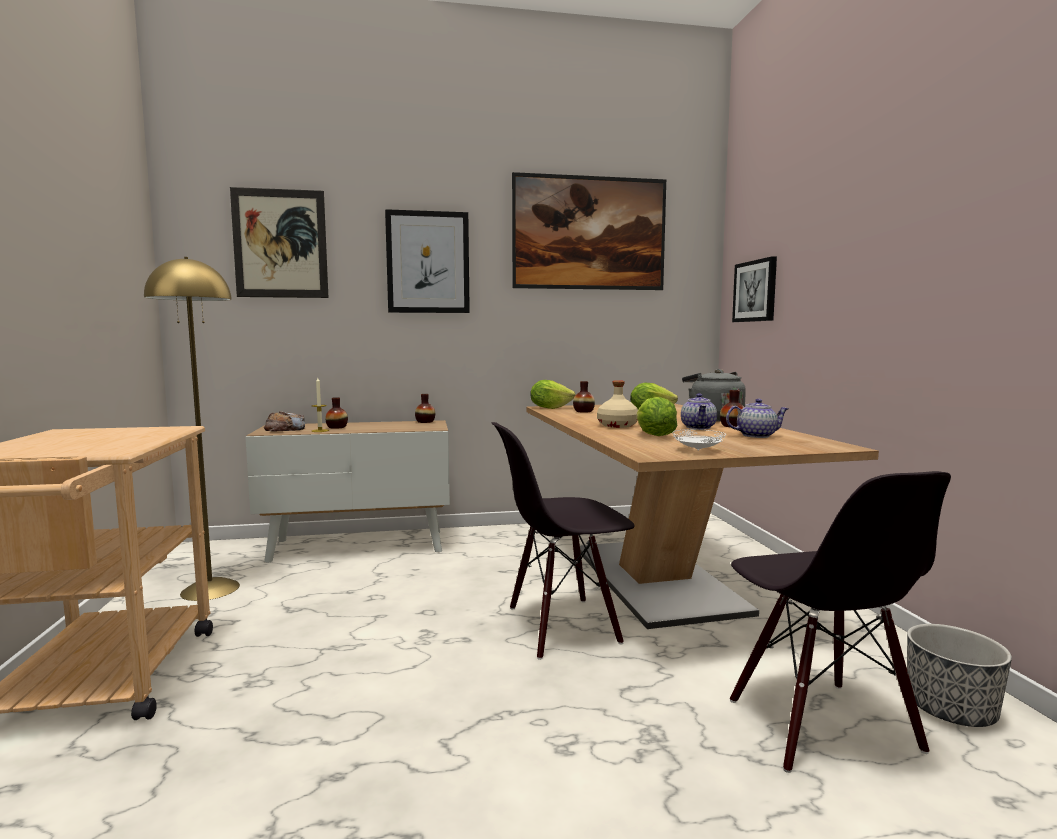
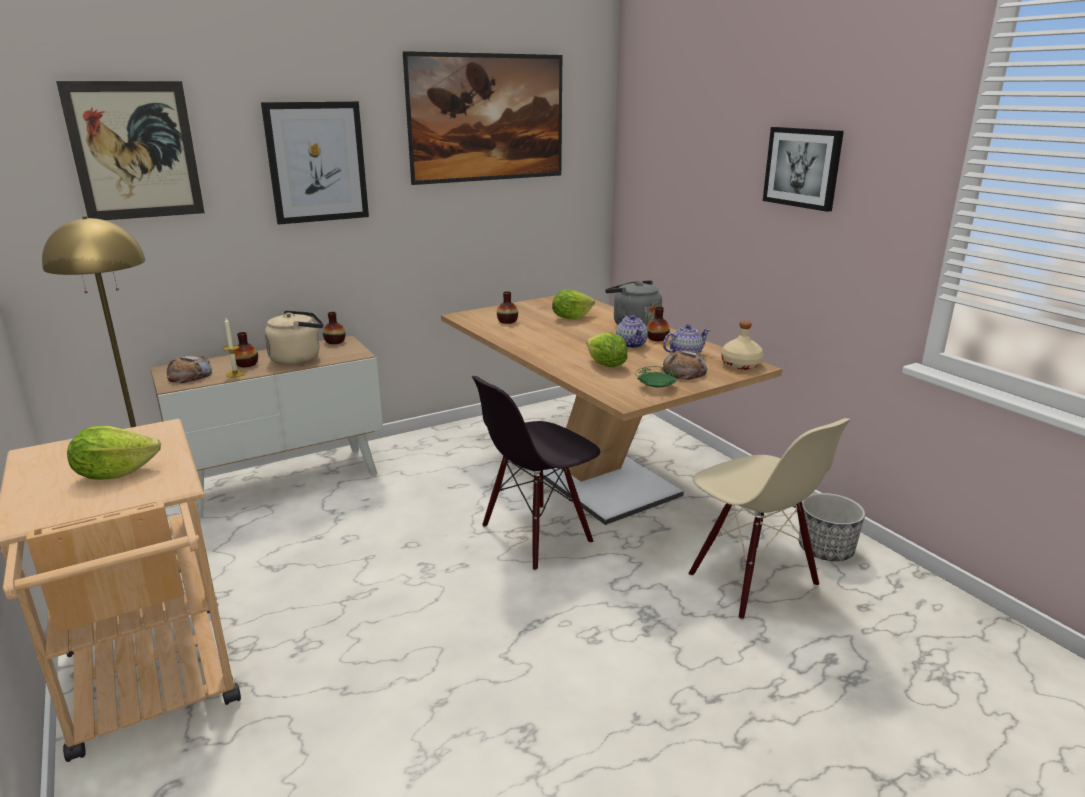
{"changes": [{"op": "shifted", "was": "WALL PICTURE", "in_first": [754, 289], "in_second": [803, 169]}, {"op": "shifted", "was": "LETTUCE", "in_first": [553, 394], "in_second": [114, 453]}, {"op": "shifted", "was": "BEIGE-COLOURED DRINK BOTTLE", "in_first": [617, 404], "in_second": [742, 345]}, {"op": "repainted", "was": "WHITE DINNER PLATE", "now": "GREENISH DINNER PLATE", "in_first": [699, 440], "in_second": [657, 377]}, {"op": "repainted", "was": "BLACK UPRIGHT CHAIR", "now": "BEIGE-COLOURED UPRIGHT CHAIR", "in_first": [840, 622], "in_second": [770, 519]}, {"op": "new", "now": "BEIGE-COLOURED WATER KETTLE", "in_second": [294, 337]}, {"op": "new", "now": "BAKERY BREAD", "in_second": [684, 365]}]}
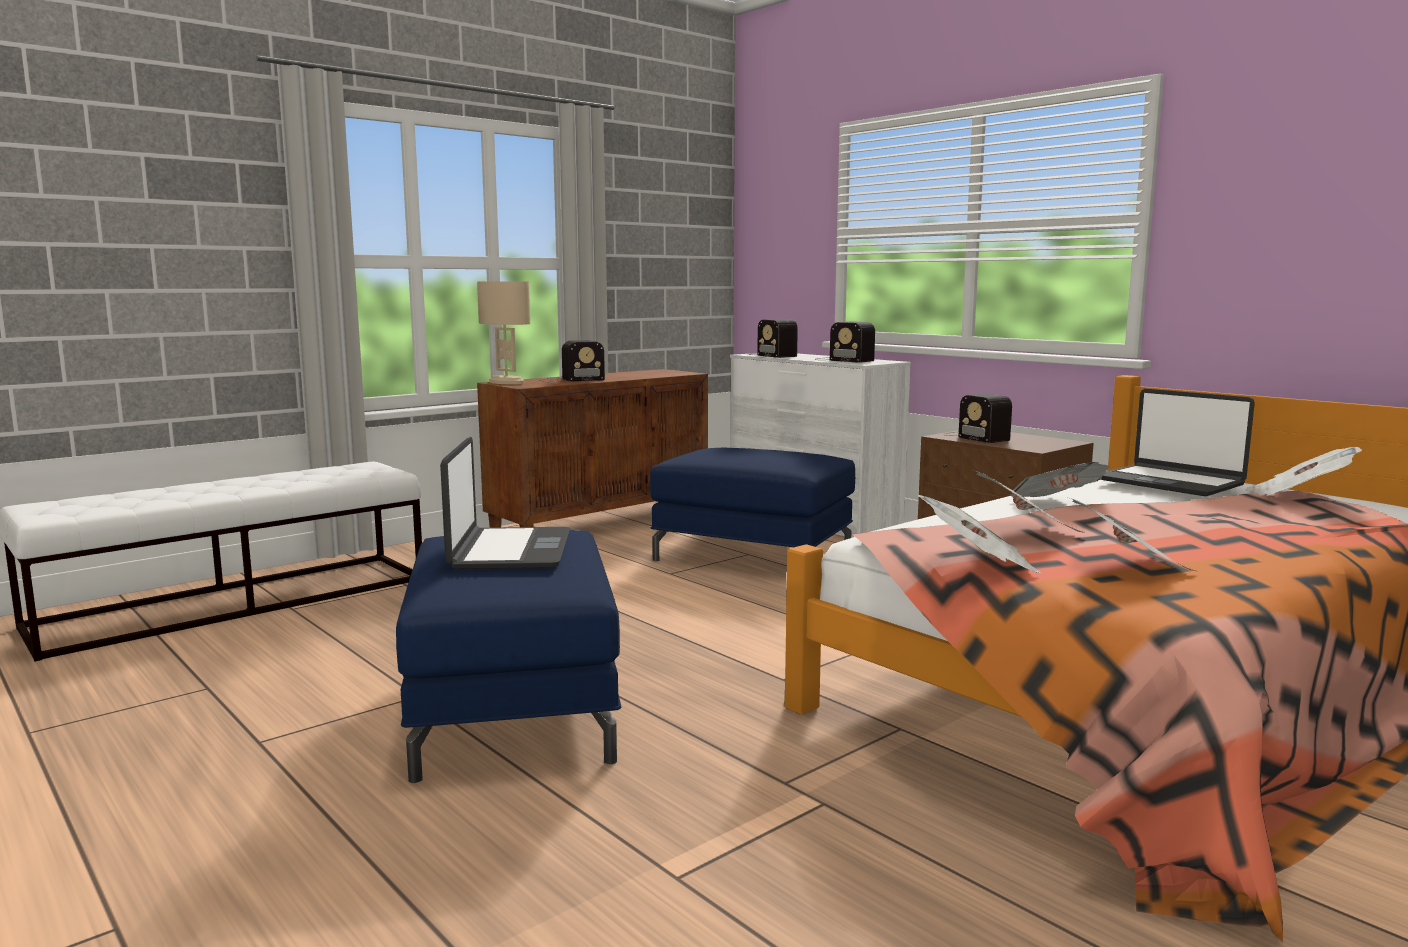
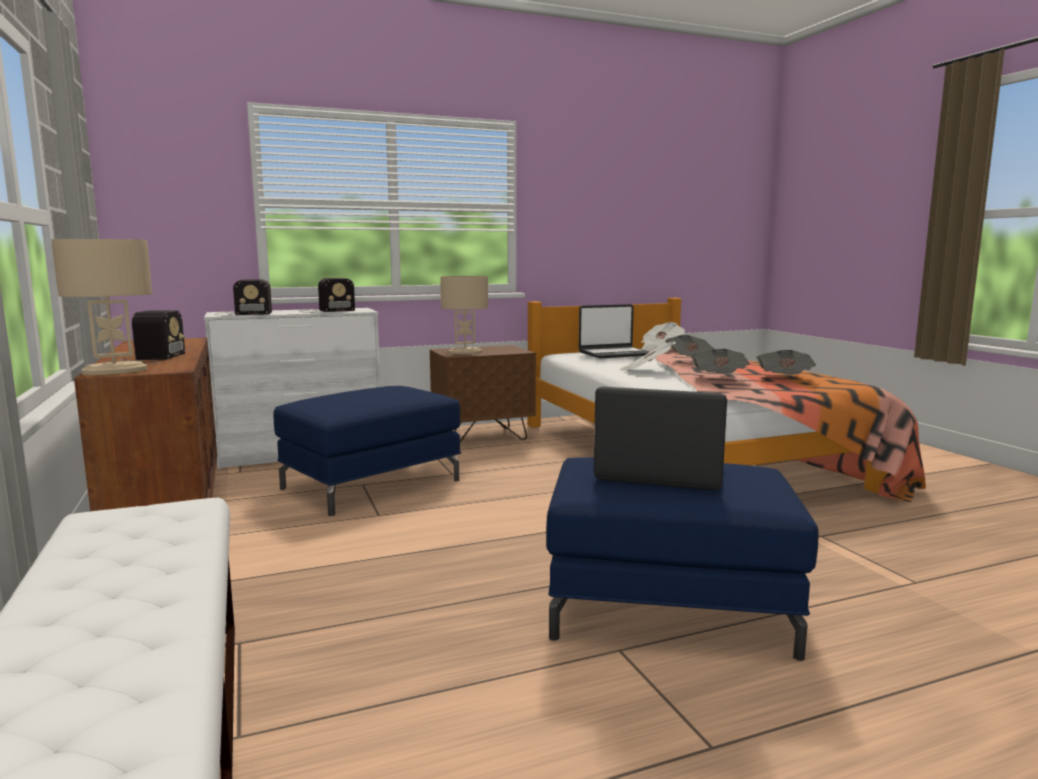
{"changes": [{"op": "swapped", "was": "RADIO", "now": "BEIGE-COLOURED LAMP FOR A TABLE", "in_first": [977, 418], "in_second": [464, 315]}, {"op": "shifted", "was": "DAILY PAPER", "in_first": [979, 534], "in_second": [690, 346]}]}
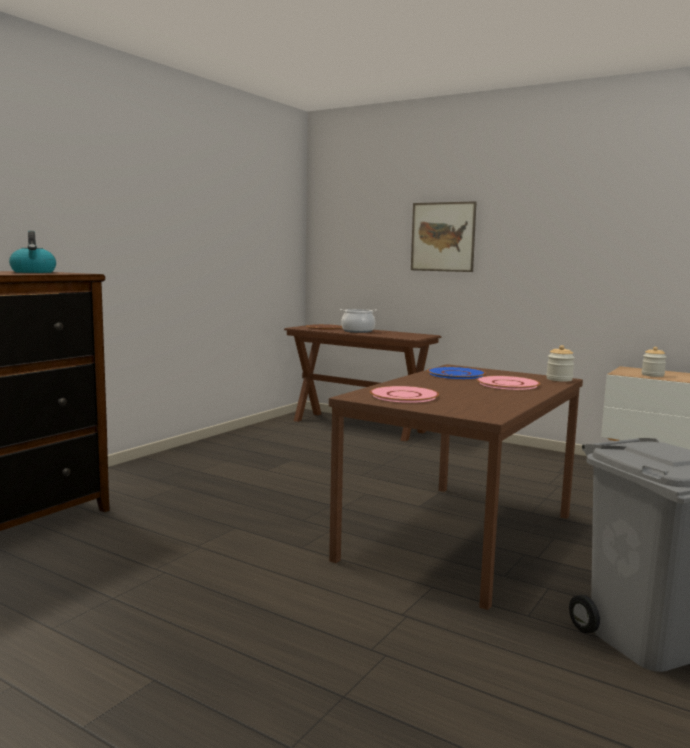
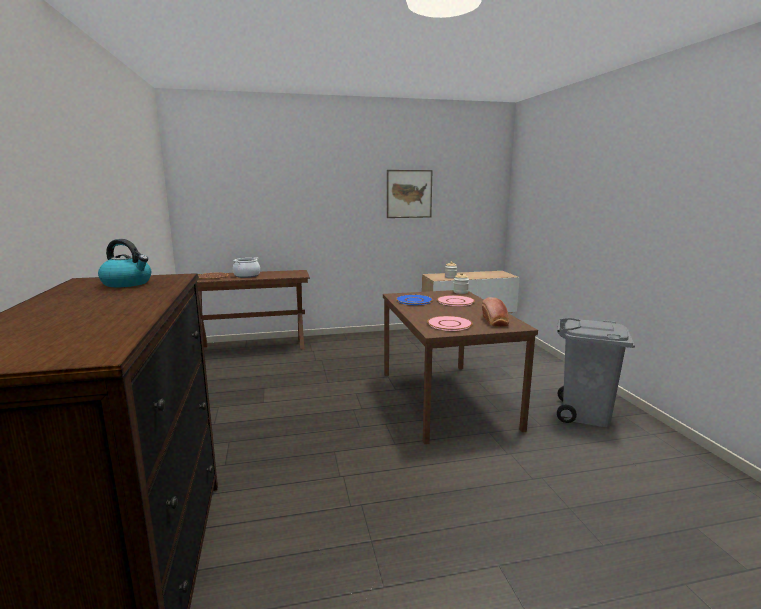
{"changes": [{"op": "shifted", "was": "WALL PICTURE", "in_first": [444, 236], "in_second": [410, 194]}, {"op": "new", "now": "BAKERY BREAD", "in_second": [495, 312]}]}
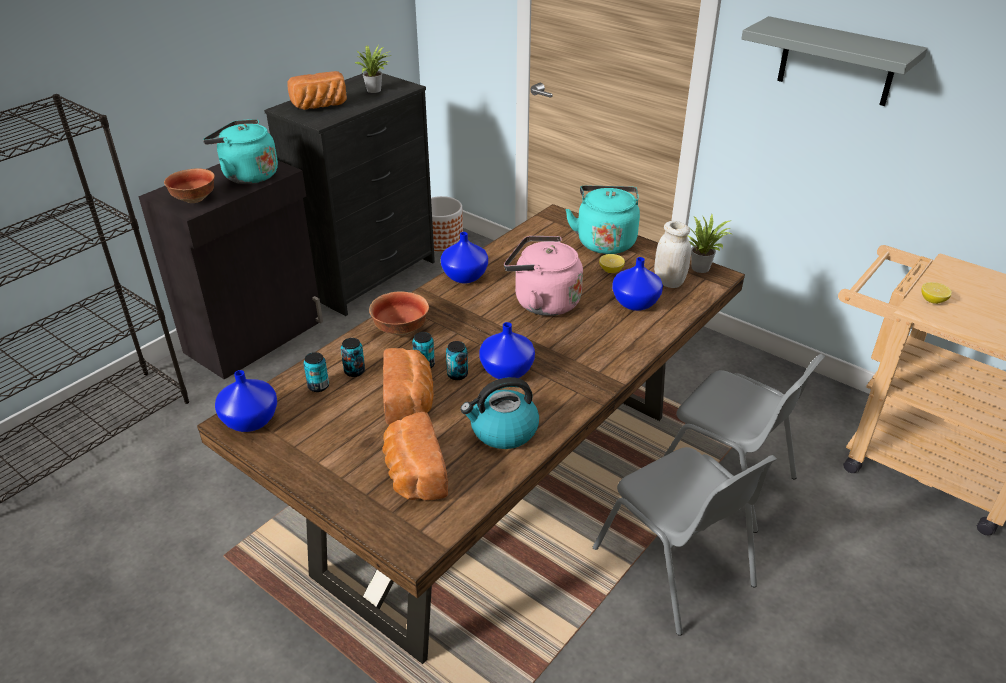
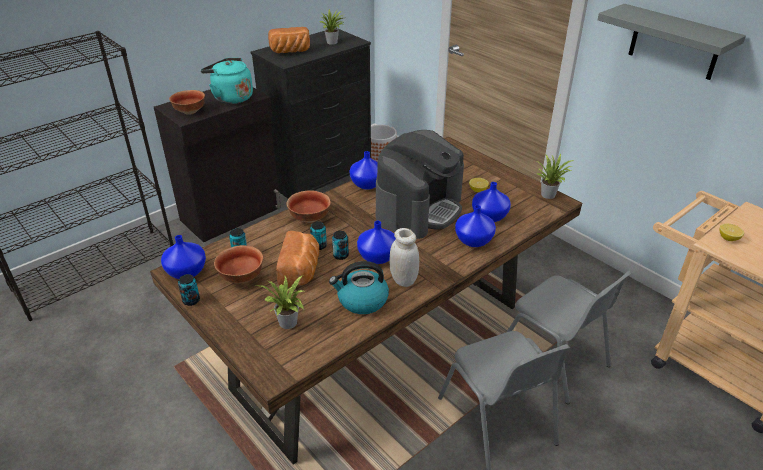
{"changes": [{"op": "gone", "was": "TURQUOISE WATER KETTLE", "in_first": [602, 220]}, {"op": "shifted", "was": "WHITE STORAGE JAR", "in_first": [672, 254], "in_second": [404, 257]}, {"op": "swapped", "was": "PINK WATER KETTLE", "now": "COFFEE MACHINE", "in_first": [543, 276], "in_second": [420, 184]}, {"op": "shifted", "was": "CAN", "in_first": [353, 357], "in_second": [189, 290]}, {"op": "swapped", "was": "BAKERY BREAD", "now": "PLANT IN A POT", "in_first": [415, 456], "in_second": [279, 302]}, {"op": "new", "now": "BLUISH DECORATIVE VASE", "in_second": [475, 226]}, {"op": "new", "now": "BOWL", "in_second": [238, 264]}]}
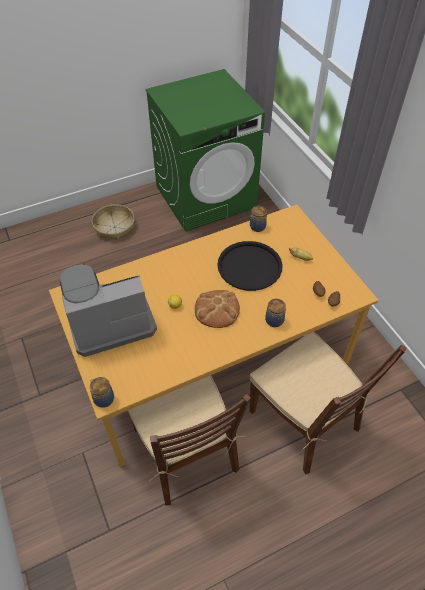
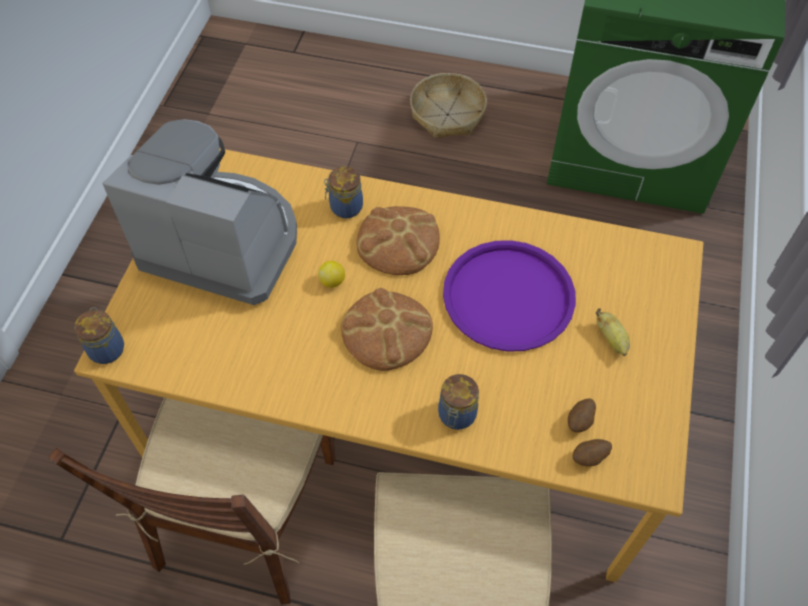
{"changes": [{"op": "shifted", "was": "STORAGE JAR", "in_first": [258, 219], "in_second": [343, 192]}, {"op": "repainted", "was": "BLACK TRAY", "now": "PURPLE-COLOURED TRAY", "in_first": [250, 266], "in_second": [509, 296]}, {"op": "new", "now": "BAKERY BREAD", "in_second": [398, 240]}]}
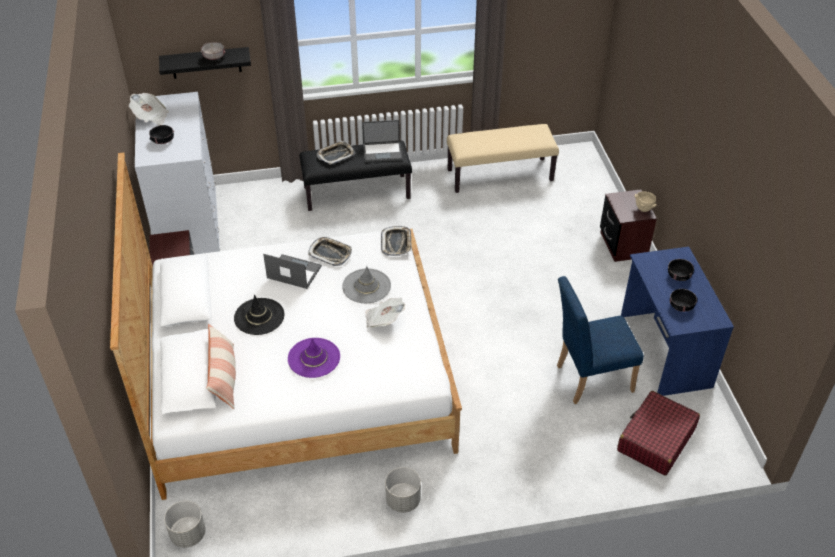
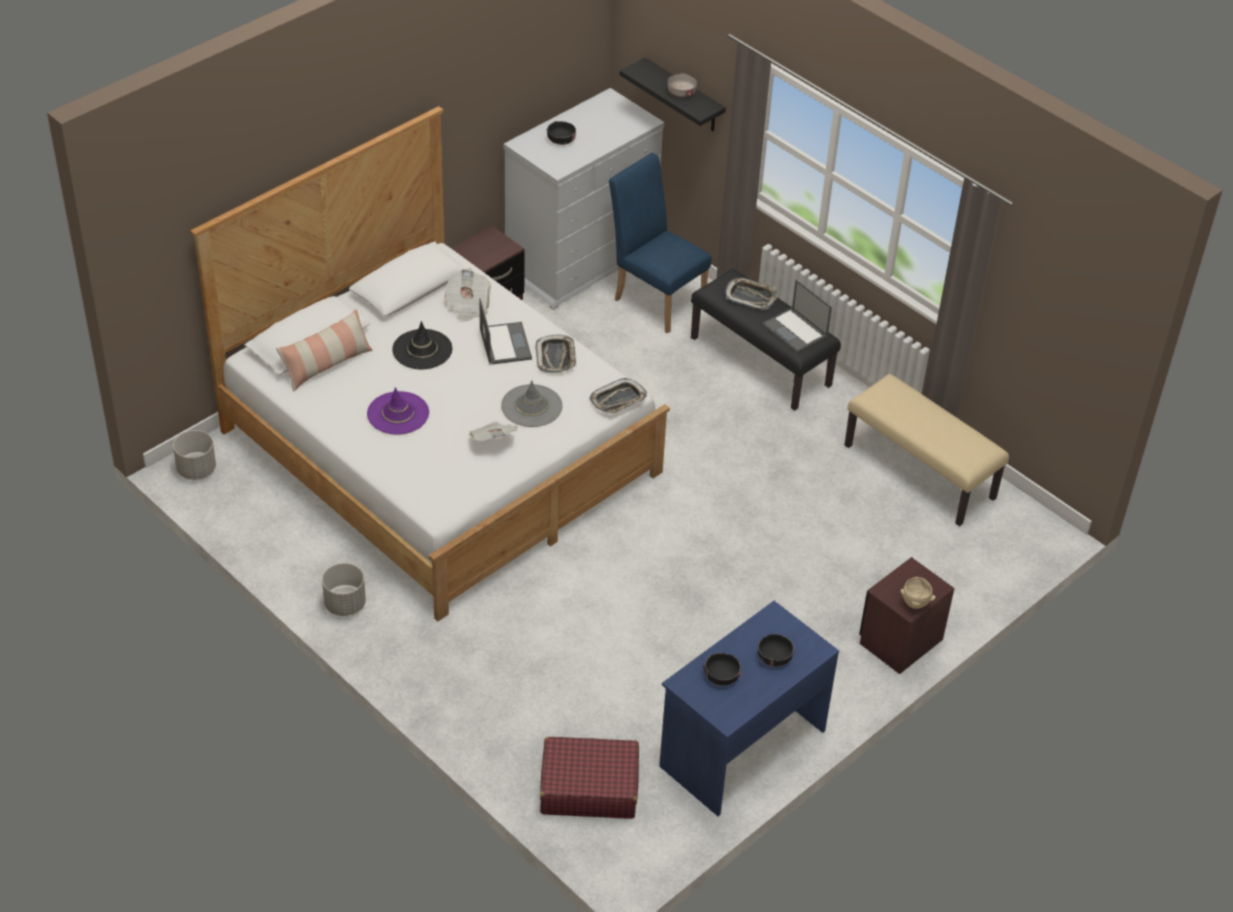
{"changes": [{"op": "shifted", "was": "DAILY PAPER", "in_first": [149, 109], "in_second": [467, 295]}, {"op": "shifted", "was": "BLUISH UPRIGHT CHAIR", "in_first": [600, 340], "in_second": [660, 243]}]}
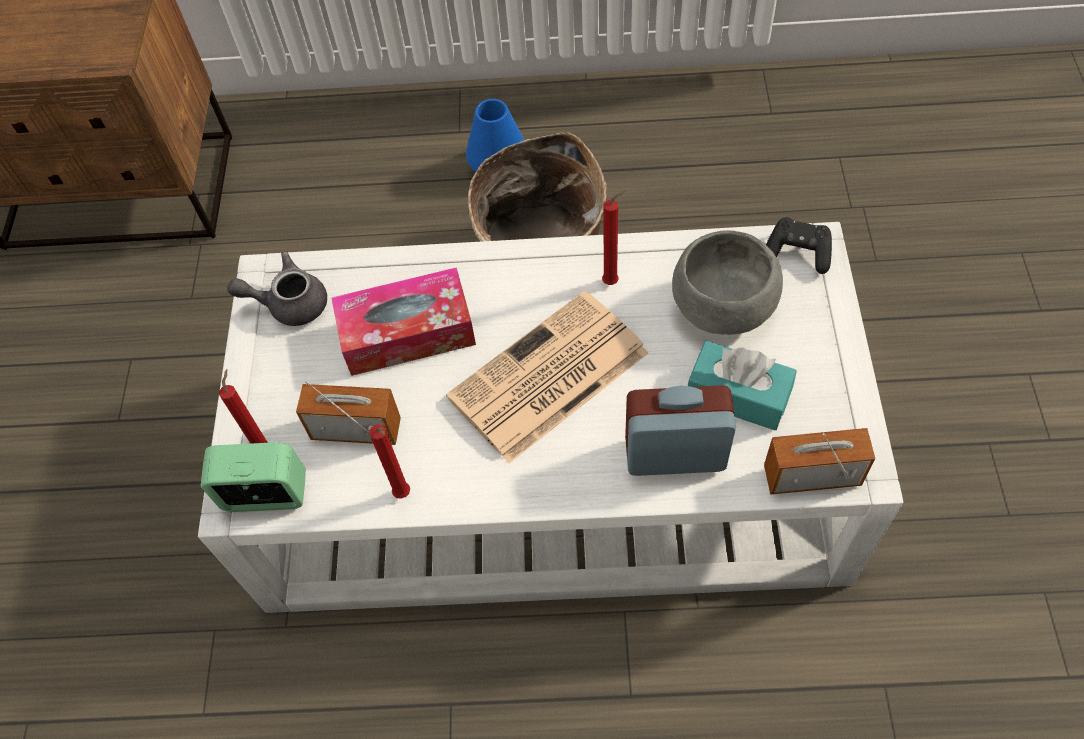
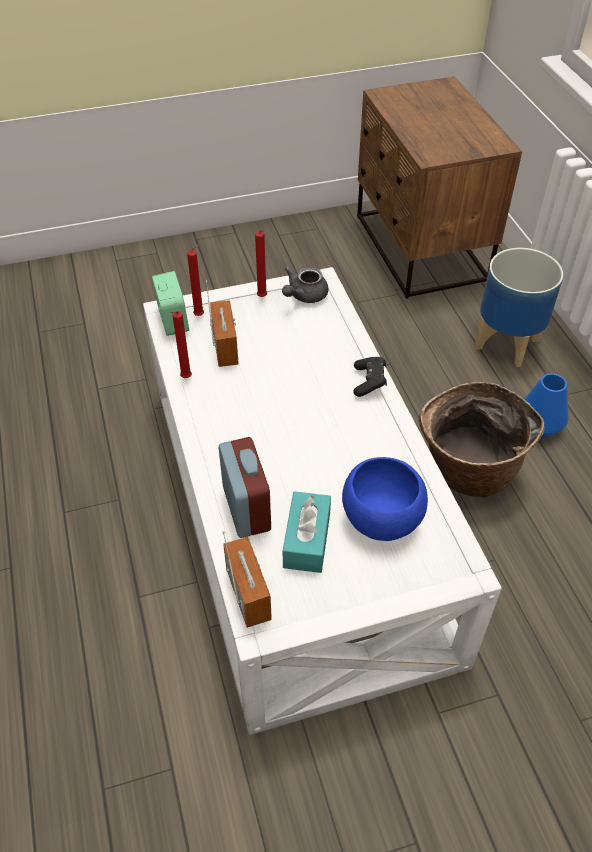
{"changes": [{"op": "shifted", "was": "RED-COLOURED WAX CANDLE", "in_first": [613, 237], "in_second": [261, 263]}, {"op": "shifted", "was": "BLACK GAME CONTROLLER", "in_first": [799, 245], "in_second": [370, 377]}, {"op": "repainted", "was": "GREYISH BOWL", "now": "BLUISH BOWL", "in_first": [727, 282], "in_second": [385, 499]}, {"op": "rotated", "was": "GREYISH POT FOR TEA", "in_first": [277, 289], "in_second": [305, 285], "clockwise": -120}, {"op": "gone", "was": "TISSUE HOLDER", "in_first": [404, 321]}, {"op": "gone", "was": "DAILY PAPER", "in_first": [547, 377]}, {"op": "new", "now": "PLANTER", "in_second": [519, 307]}]}
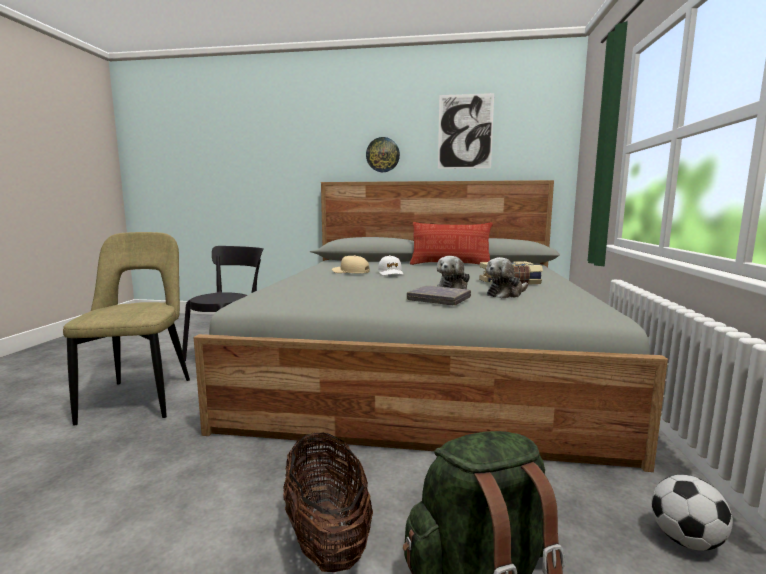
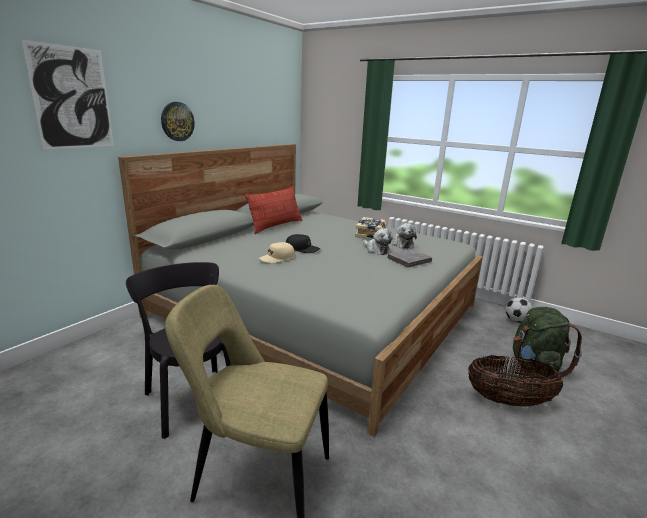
{"changes": [{"op": "shifted", "was": "WALL PICTURE", "in_first": [466, 131], "in_second": [67, 94]}, {"op": "repainted", "was": "WHITE CAP", "now": "BLACK CAP", "in_first": [391, 265], "in_second": [303, 243]}]}
